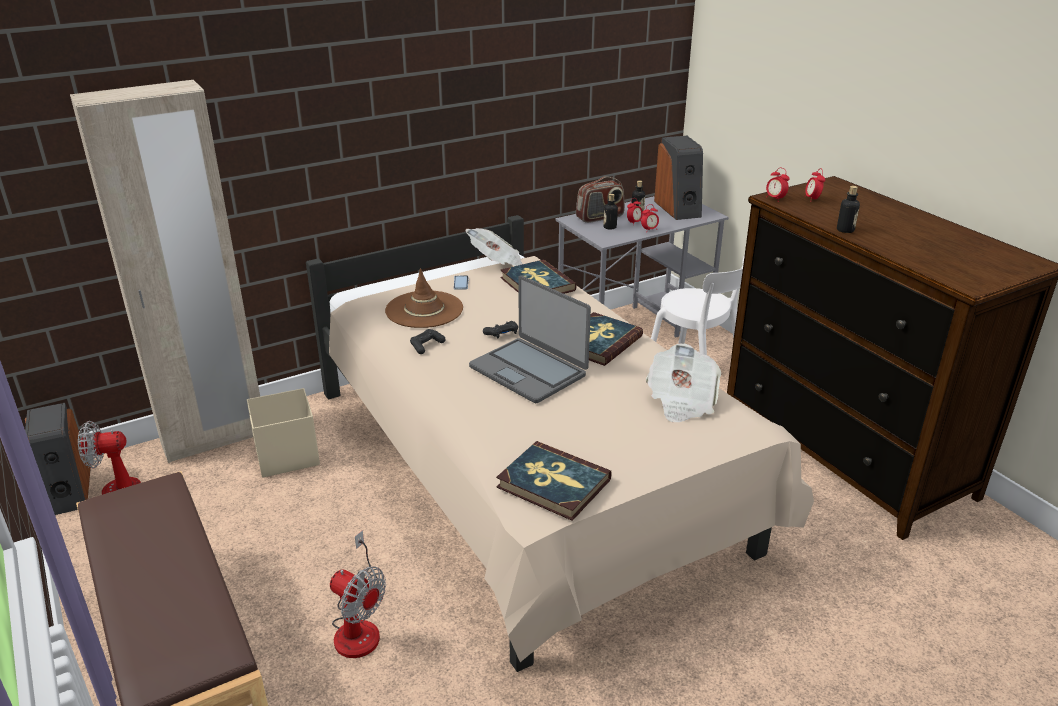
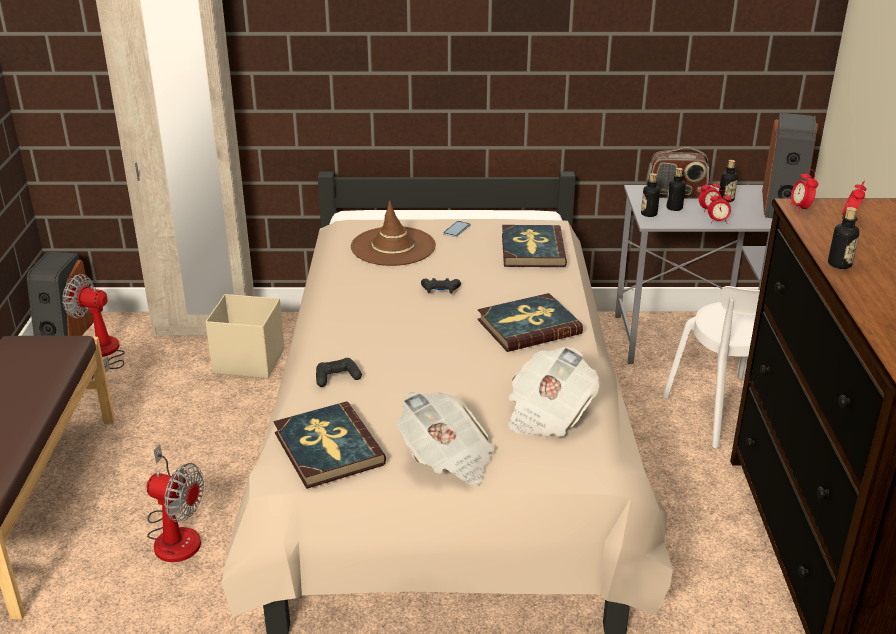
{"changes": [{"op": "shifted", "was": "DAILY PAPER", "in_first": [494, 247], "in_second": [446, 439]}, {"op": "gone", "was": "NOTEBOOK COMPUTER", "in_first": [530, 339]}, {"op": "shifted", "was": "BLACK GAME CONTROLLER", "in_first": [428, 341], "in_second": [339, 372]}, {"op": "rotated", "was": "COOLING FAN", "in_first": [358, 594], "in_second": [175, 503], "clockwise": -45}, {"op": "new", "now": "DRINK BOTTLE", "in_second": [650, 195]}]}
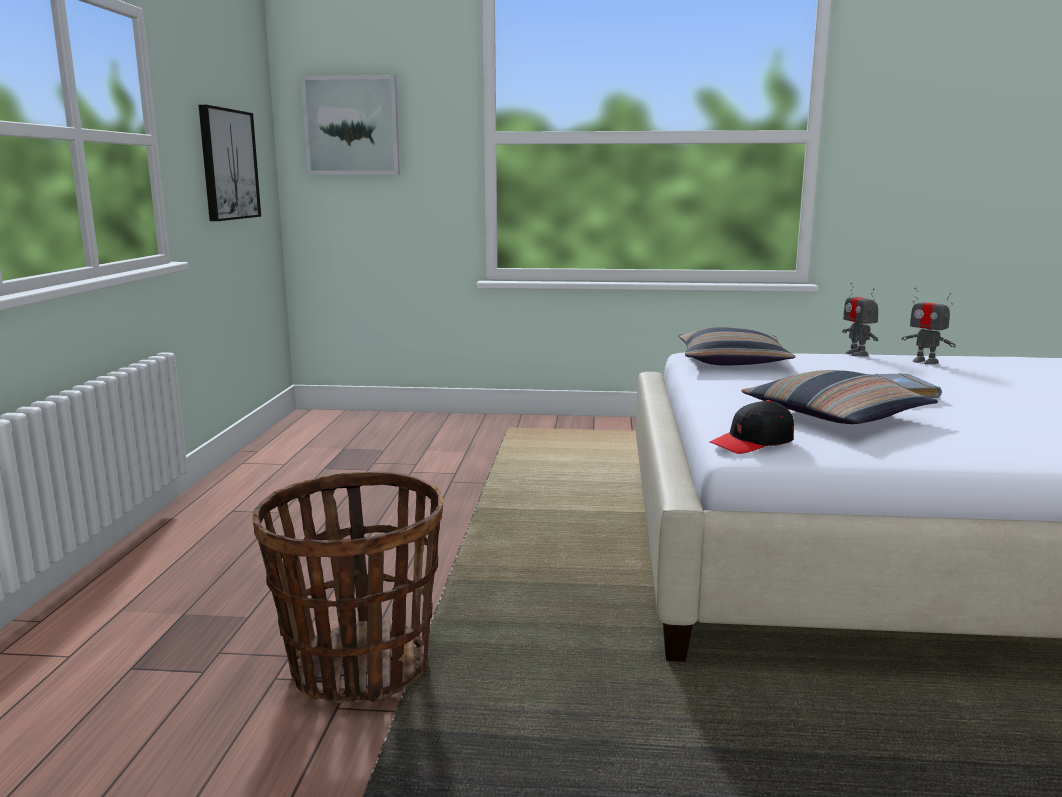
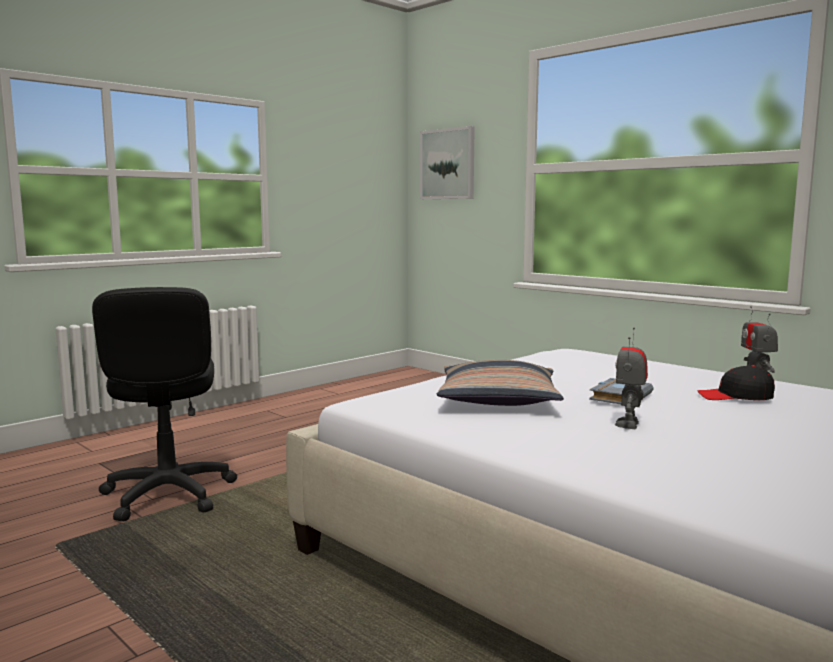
{"changes": [{"op": "gone", "was": "WALL PICTURE", "in_first": [230, 163]}, {"op": "shifted", "was": "TOY ROBOT", "in_first": [860, 320], "in_second": [631, 378]}, {"op": "gone", "was": "THROW PILLOW", "in_first": [737, 346]}, {"op": "shifted", "was": "BLACK CAP", "in_first": [752, 427], "in_second": [736, 382]}, {"op": "swapped", "was": "STORAGE BASKET", "now": "BLACK OFFICE CHAIR", "in_first": [347, 587], "in_second": [164, 404]}]}
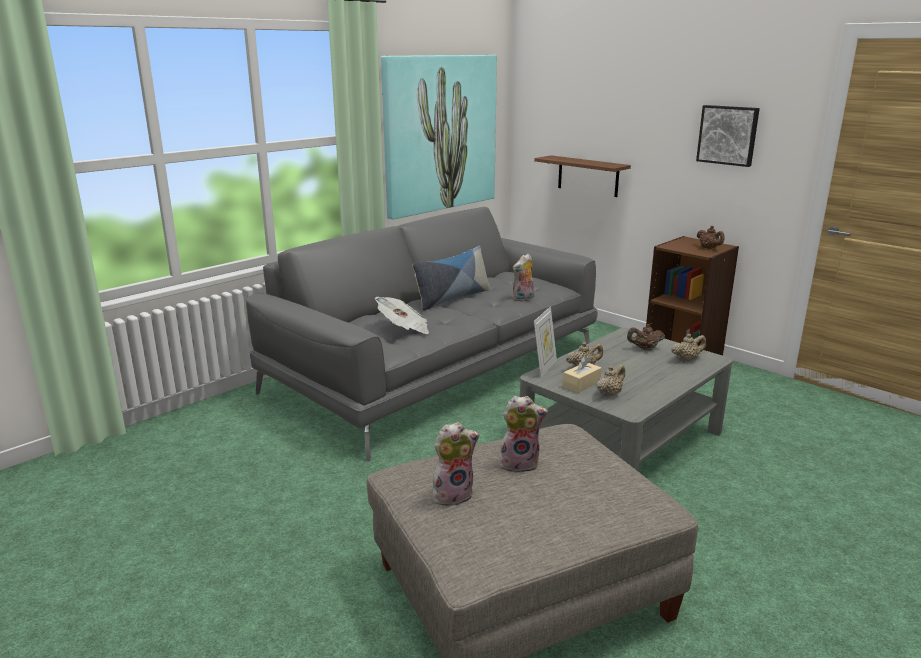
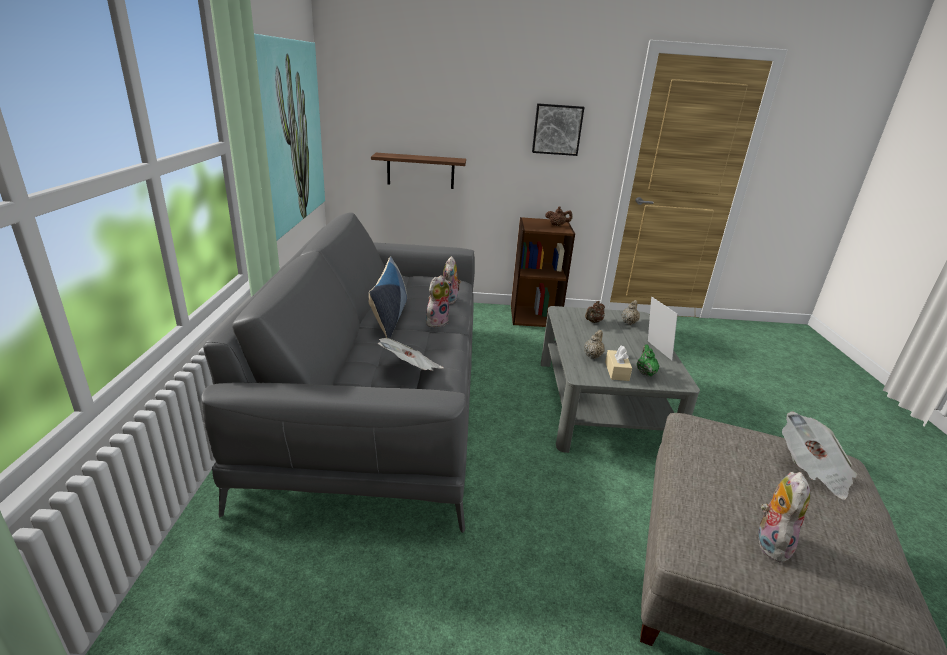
{"changes": [{"op": "shifted", "was": "STANDING FRAME", "in_first": [545, 342], "in_second": [662, 328]}, {"op": "repainted", "was": "BEIGE-COLOURED POT FOR TEA", "now": "GREENISH POT FOR TEA", "in_first": [611, 380], "in_second": [648, 360]}, {"op": "shifted", "was": "PLUSH TOY", "in_first": [523, 434], "in_second": [438, 301]}, {"op": "new", "now": "DAILY PAPER", "in_second": [819, 455]}]}
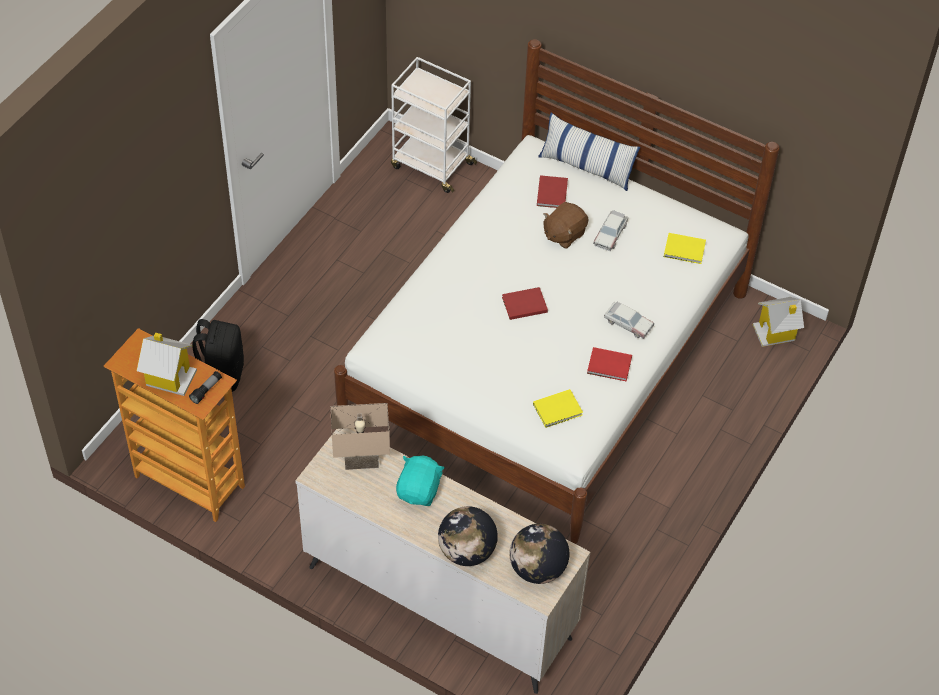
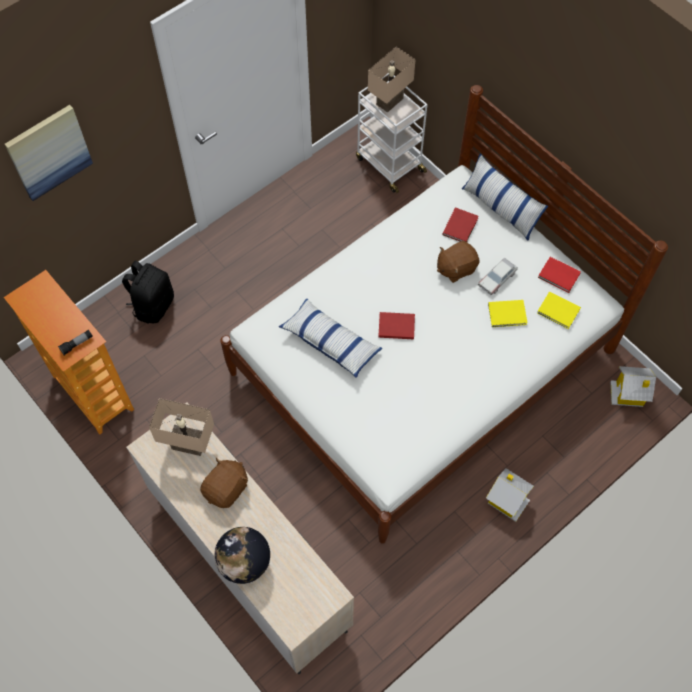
{"changes": [{"op": "gone", "was": "TOY CAR", "in_first": [629, 320]}, {"op": "shifted", "was": "MODEL HOUSE", "in_first": [167, 364], "in_second": [510, 495]}, {"op": "shifted", "was": "RED-COLOURED BOUND BOOK", "in_first": [609, 364], "in_second": [559, 275]}, {"op": "shifted", "was": "YELLOW BOUND BOOK", "in_first": [558, 408], "in_second": [507, 313]}, {"op": "repainted", "was": "TURQUOISE PLUSH TOY", "now": "BROWN PLUSH TOY", "in_first": [420, 481], "in_second": [224, 483]}, {"op": "gone", "was": "WORLD GLOBE", "in_first": [539, 554]}, {"op": "new", "now": "BEIGE-COLOURED LAMP FOR A TABLE", "in_second": [391, 80]}, {"op": "new", "now": "WALL PICTURE", "in_second": [49, 153]}, {"op": "new", "now": "THROW PILLOW", "in_second": [330, 338]}]}
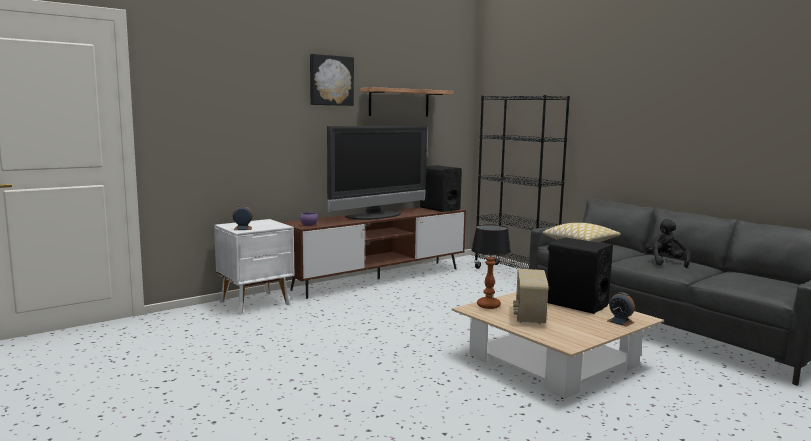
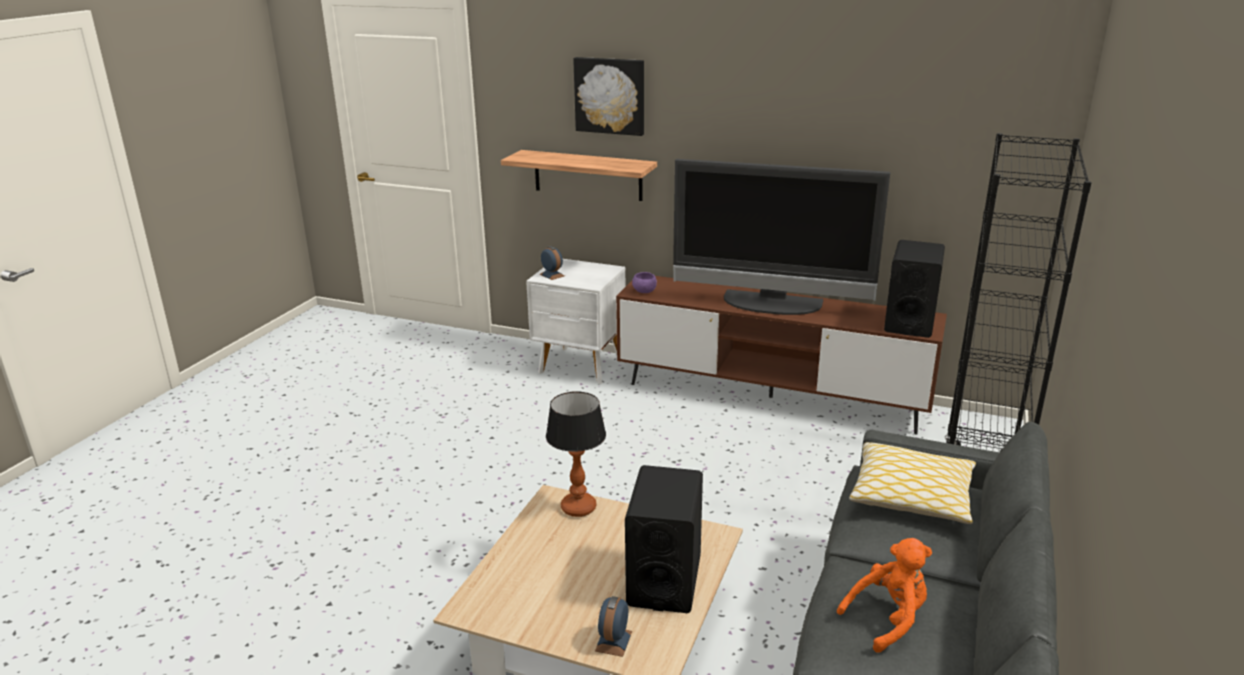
{"changes": [{"op": "shifted", "was": "WALL PICTURE", "in_first": [332, 80], "in_second": [608, 96]}, {"op": "shifted", "was": "SHELF", "in_first": [407, 102], "in_second": [579, 175]}, {"op": "repainted", "was": "BLACK PLUSH TOY", "now": "ORANGE PLUSH TOY", "in_first": [667, 243], "in_second": [884, 595]}, {"op": "gone", "was": "RADIO", "in_first": [530, 296]}]}
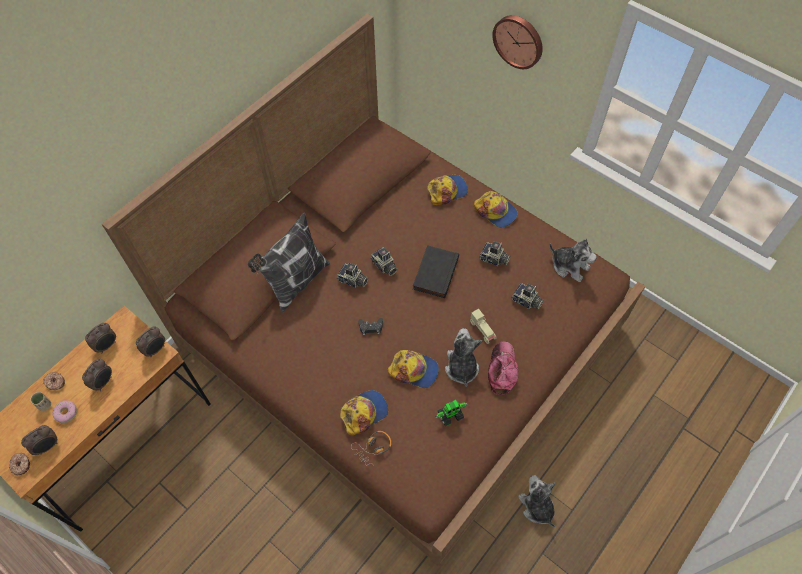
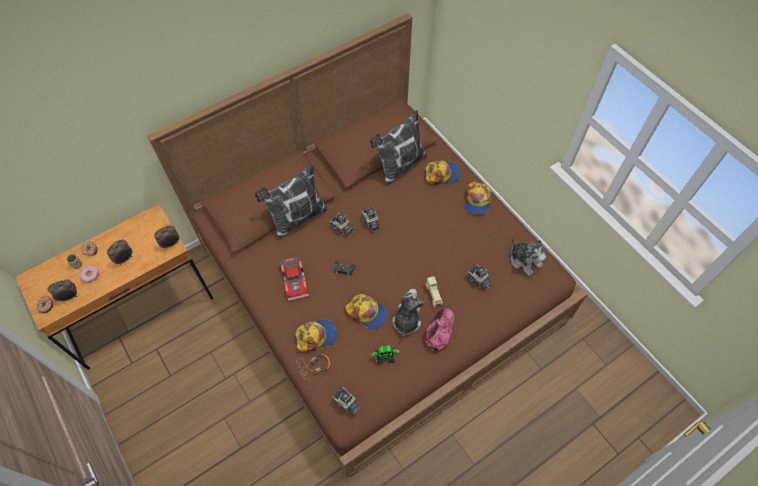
{"changes": [{"op": "gone", "was": "HANGING CLOCK", "in_first": [517, 42]}, {"op": "rotated", "was": "CAP", "in_first": [496, 209], "in_second": [478, 198], "clockwise": 45}, {"op": "shifted", "was": "PHOTO CAMERA", "in_first": [494, 253], "in_second": [346, 401]}, {"op": "gone", "was": "BLACK BOUND BOOK", "in_first": [436, 271]}, {"op": "gone", "was": "TABLE CLOCK", "in_first": [100, 338]}, {"op": "gone", "was": "PLUSH TOY", "in_first": [537, 501]}, {"op": "new", "now": "THROW PILLOW", "in_second": [398, 148]}, {"op": "new", "now": "TOY CAR", "in_second": [294, 278]}]}
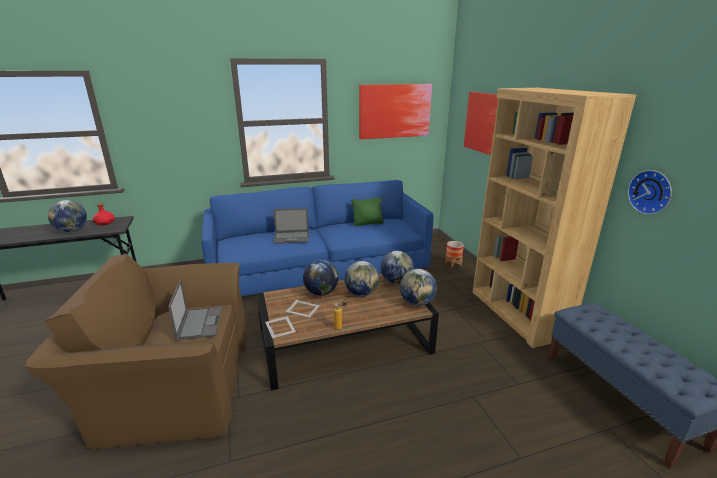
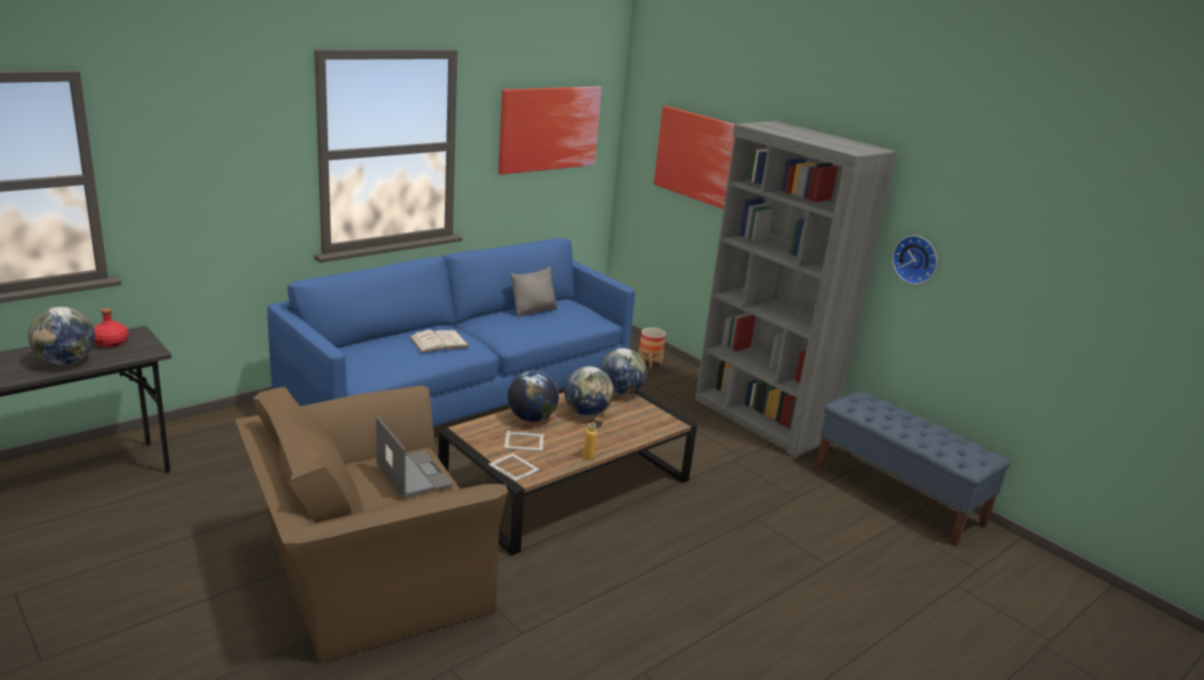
{"changes": [{"op": "repainted", "was": "BROWN SHELVING UNIT", "now": "GREYISH SHELVING UNIT", "in_first": [554, 218], "in_second": [796, 289]}, {"op": "repainted", "was": "GREENISH THROW PILLOW", "now": "GREYISH THROW PILLOW", "in_first": [367, 211], "in_second": [533, 291]}, {"op": "swapped", "was": "NOTEBOOK COMPUTER", "now": "WHITE BOUND BOOK", "in_first": [291, 226], "in_second": [439, 341]}, {"op": "gone", "was": "WORLD GLOBE", "in_first": [418, 287]}]}
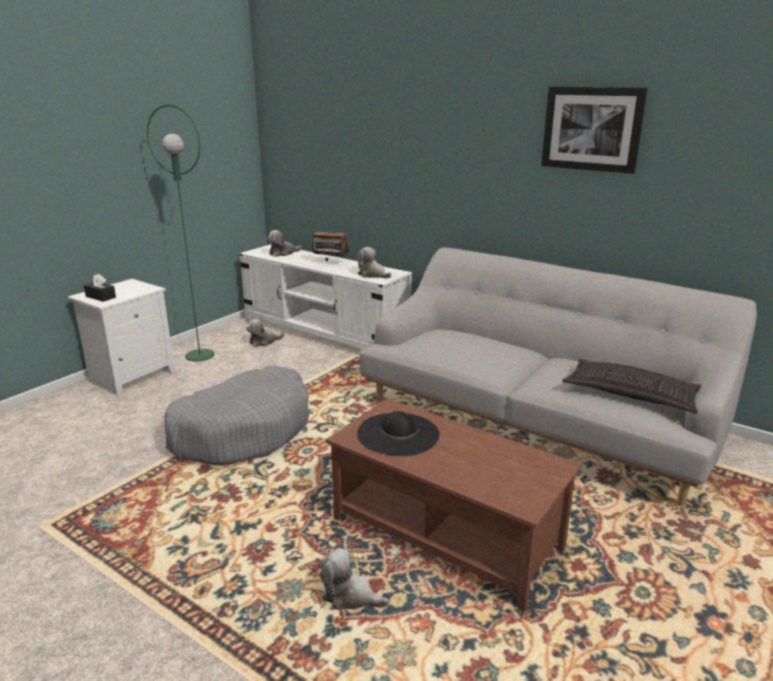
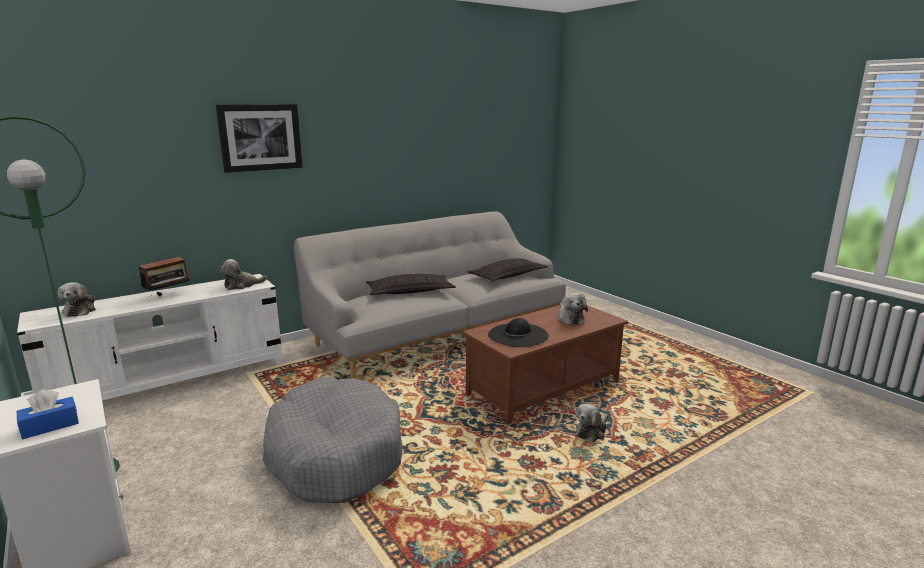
{"changes": [{"op": "shifted", "was": "WALL PICTURE", "in_first": [594, 130], "in_second": [259, 138]}, {"op": "repainted", "was": "BLACK TISSUE HOLDER", "now": "BLUISH TISSUE HOLDER", "in_first": [100, 288], "in_second": [48, 414]}, {"op": "shifted", "was": "PLUSH TOY", "in_first": [265, 333], "in_second": [572, 309]}, {"op": "new", "now": "THROW PILLOW", "in_second": [411, 284]}]}
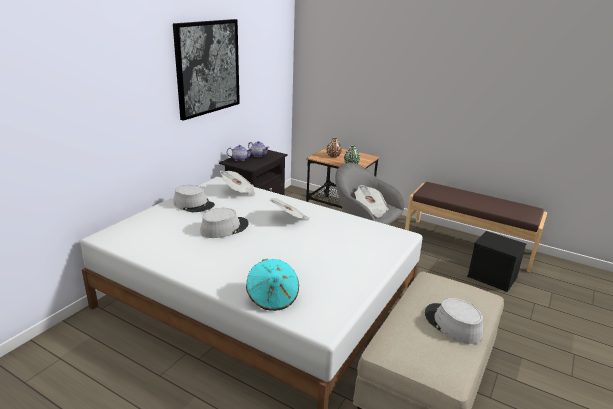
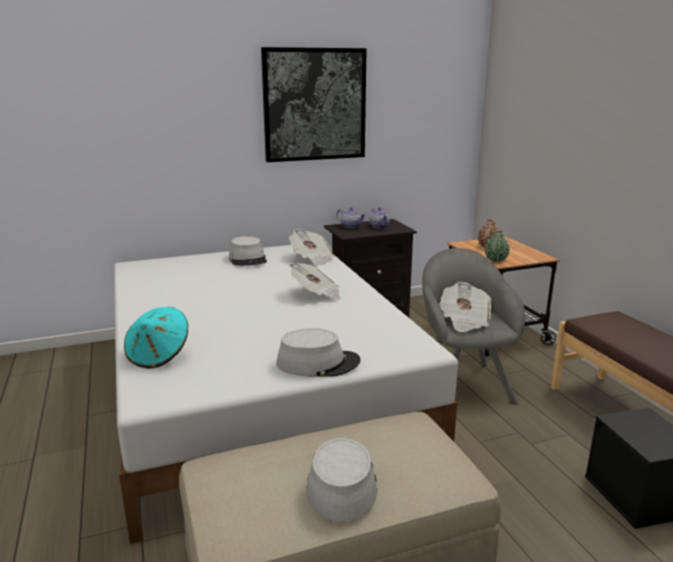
{"changes": [{"op": "shifted", "was": "GREYISH CLOTHING HAT", "in_first": [224, 223], "in_second": [319, 352]}]}
